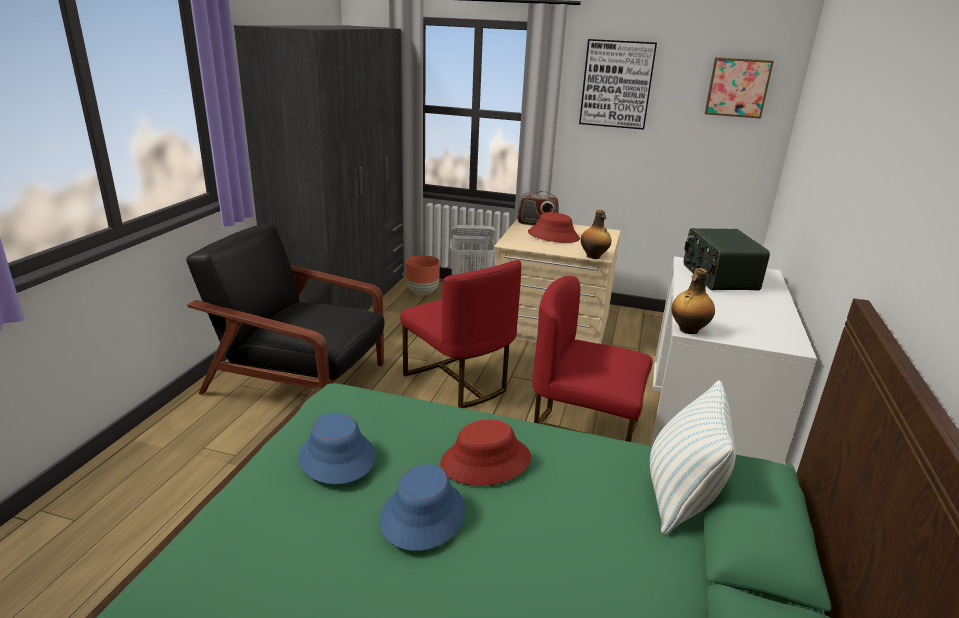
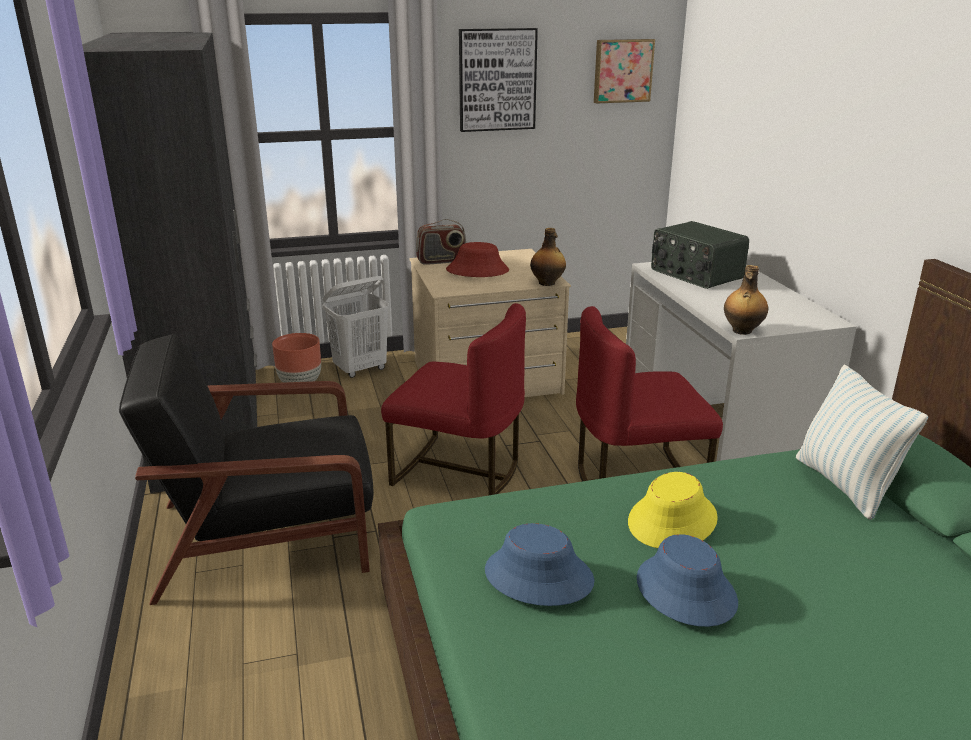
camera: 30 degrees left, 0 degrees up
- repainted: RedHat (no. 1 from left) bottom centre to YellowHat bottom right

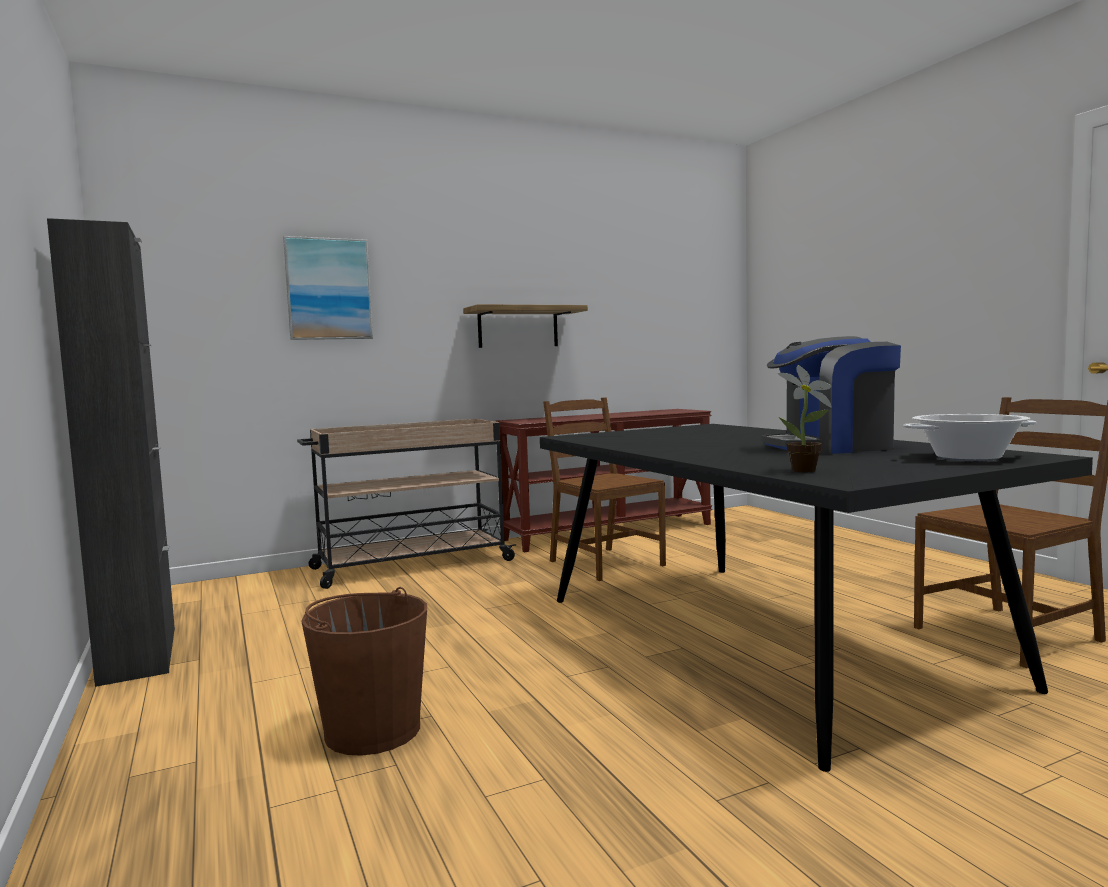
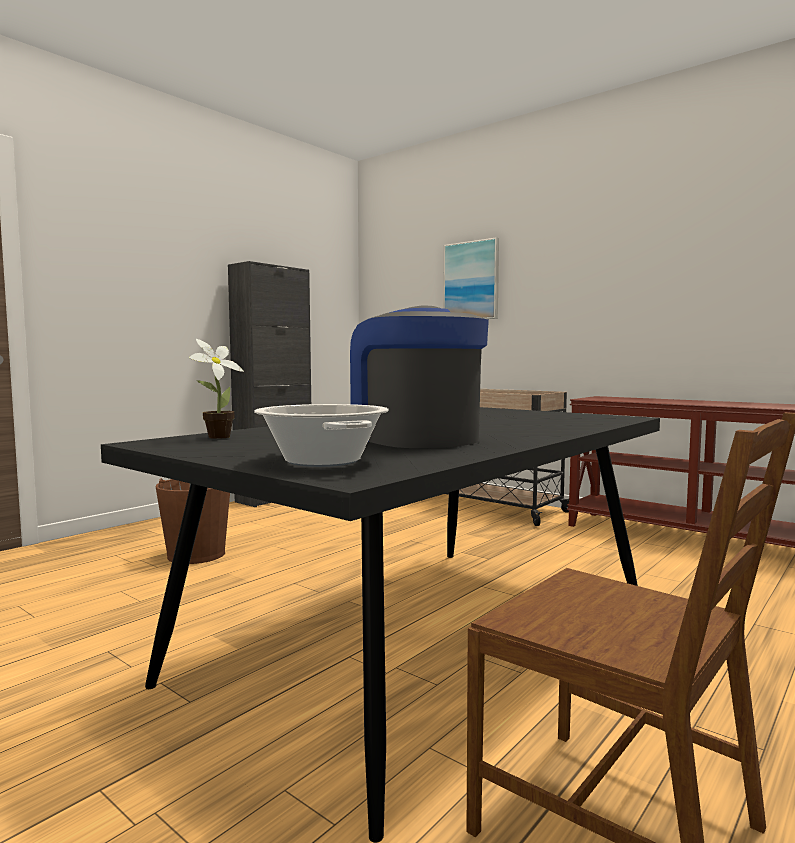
camera: 65 degrees right, 0 degrees up
- gone: Shelf centre
- gone: BrownChair (no. 1 from left) centre

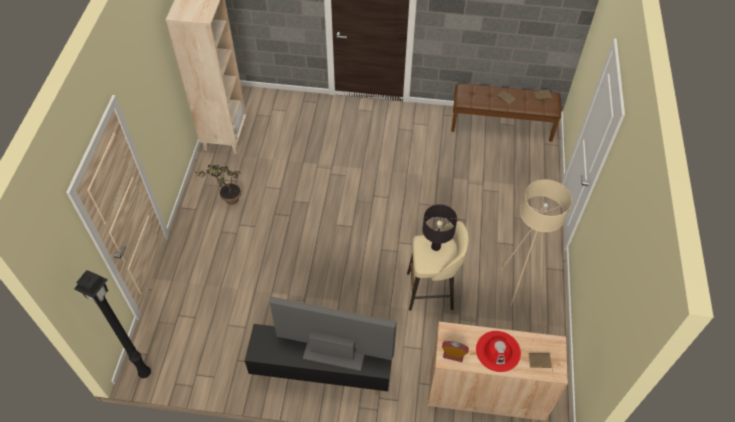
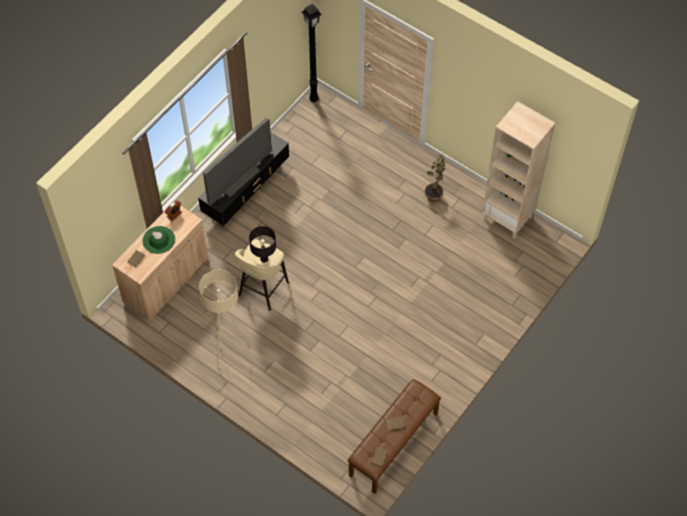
camera: 120 degrees right, 5 degrees up
- repainted: RedHat bottom right to GreenHat middle left

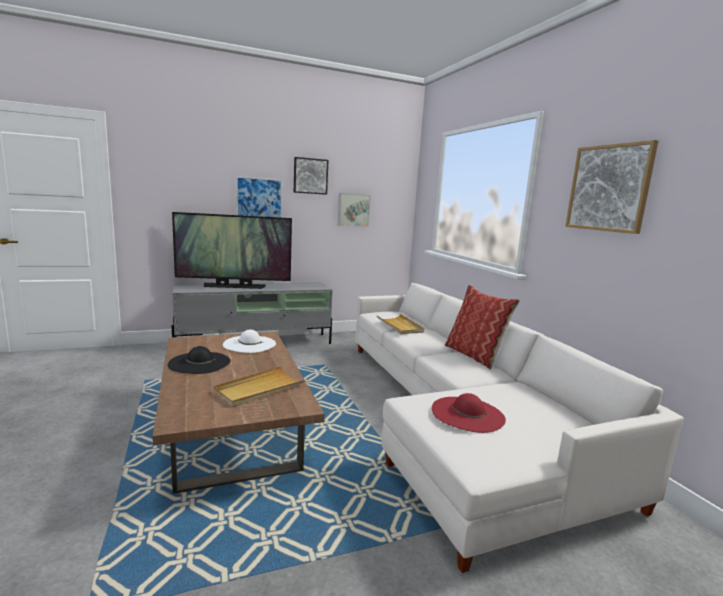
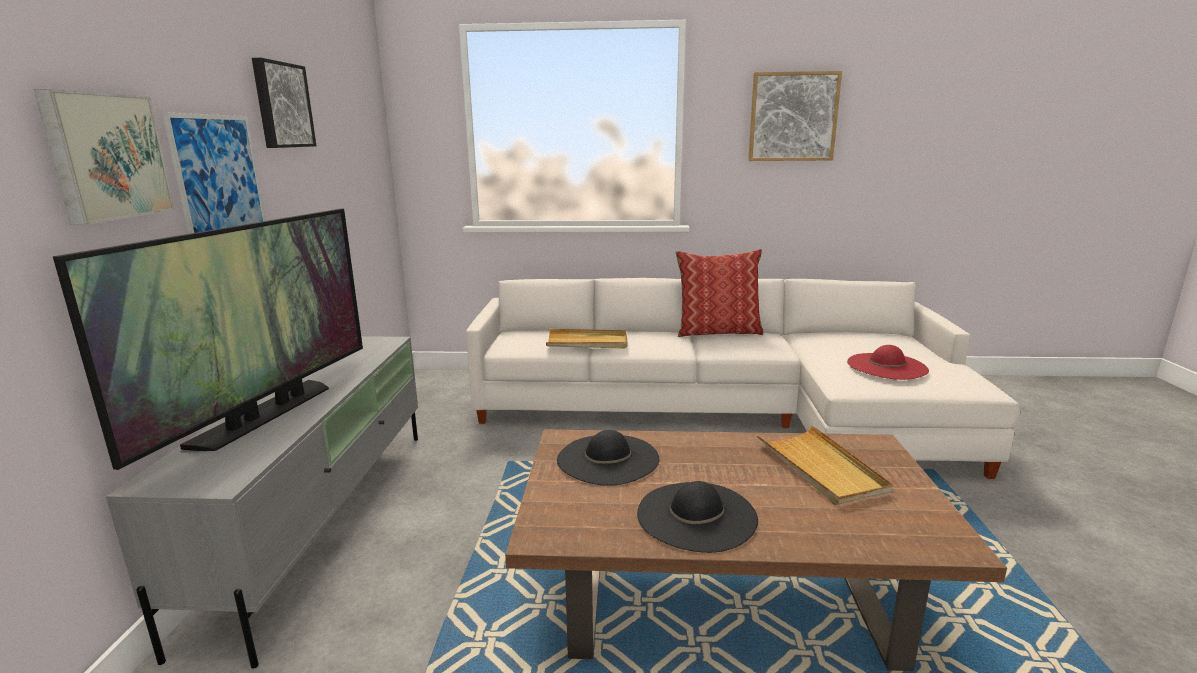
camera: 65 degrees left, 5 degrees up
- shifted: Picture (no. 3 from left in the first image) centre to Picture (no. 1 from left) top left
- repainted: WhiteHat centre to BlackHat (no. 1 from left) bottom centre

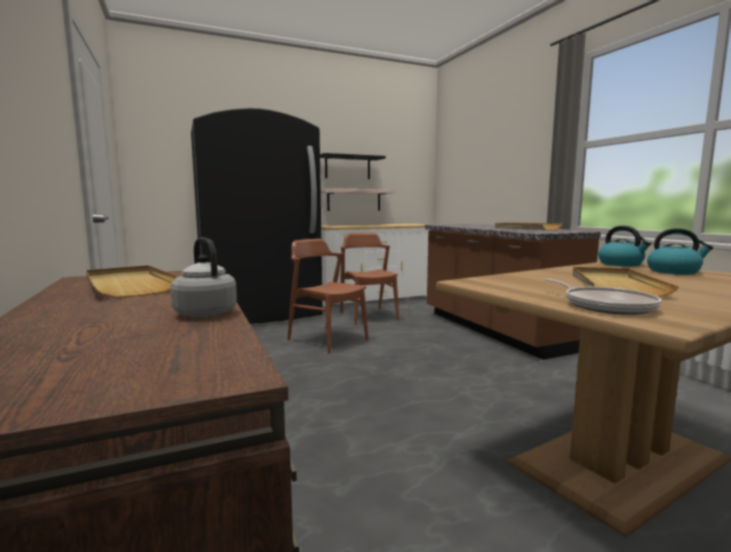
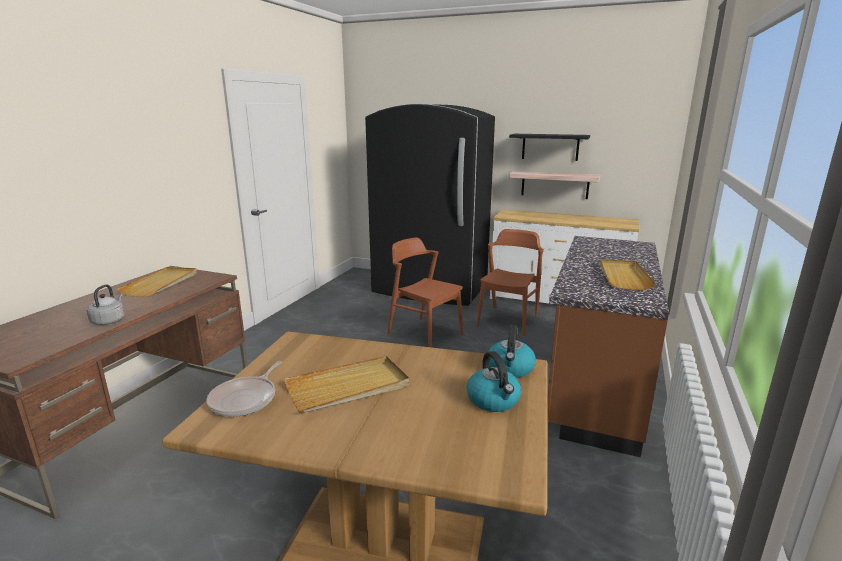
camera: 45 degrees right, 10 degrees up
- rotated: BrownChair (no. 1 from left) centre = centre 45 degrees counterclockwise

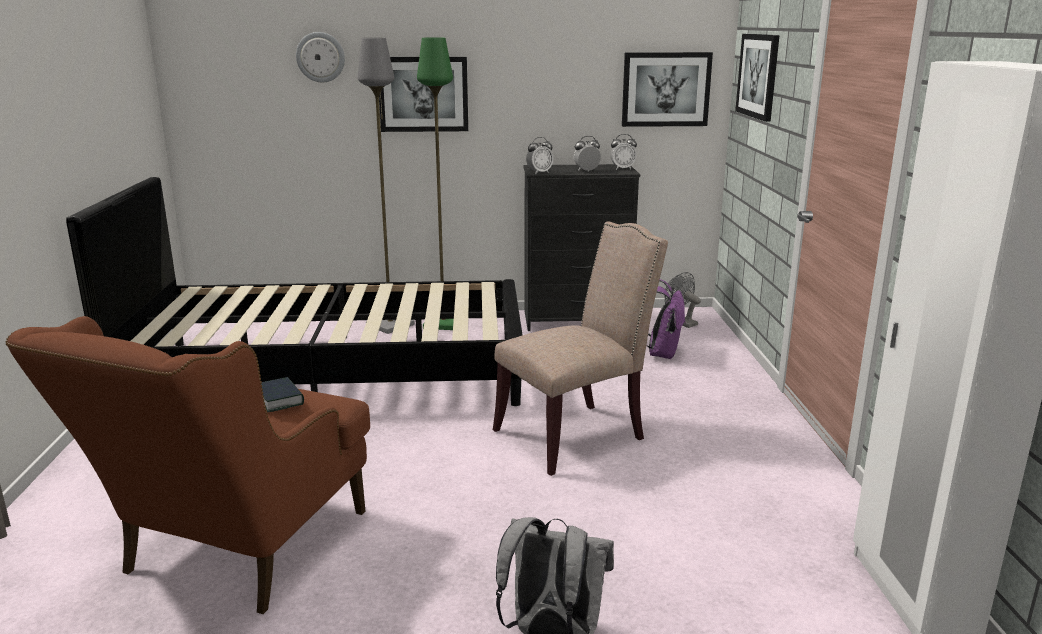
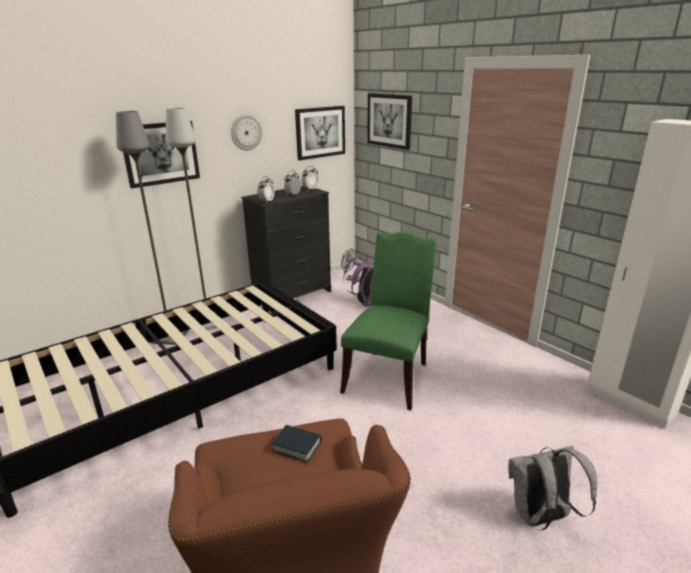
camera: 35 degrees left, 5 degrees up
- shifted: WallClock top left to top centre
- repainted: GreenFloorLamp top centre to GreyFloorLamp (no. 2 from left) middle left
- repainted: BeigeChair centre to GreenChair centre

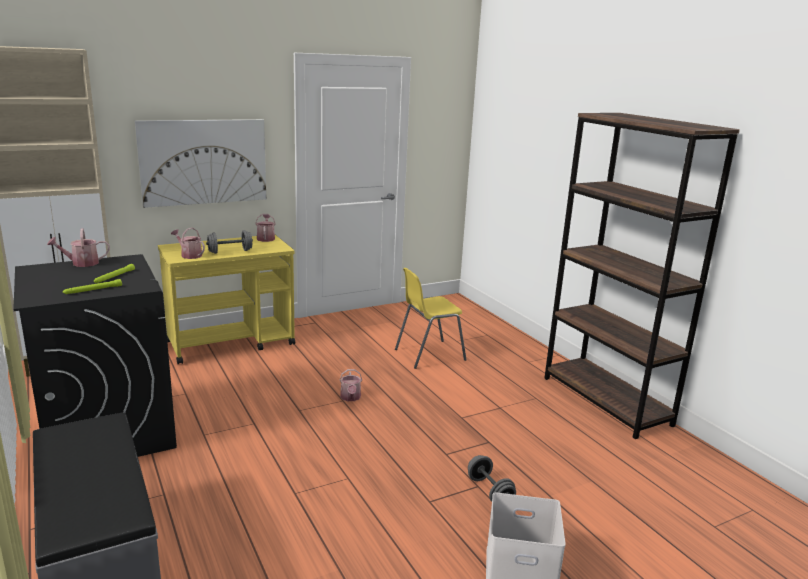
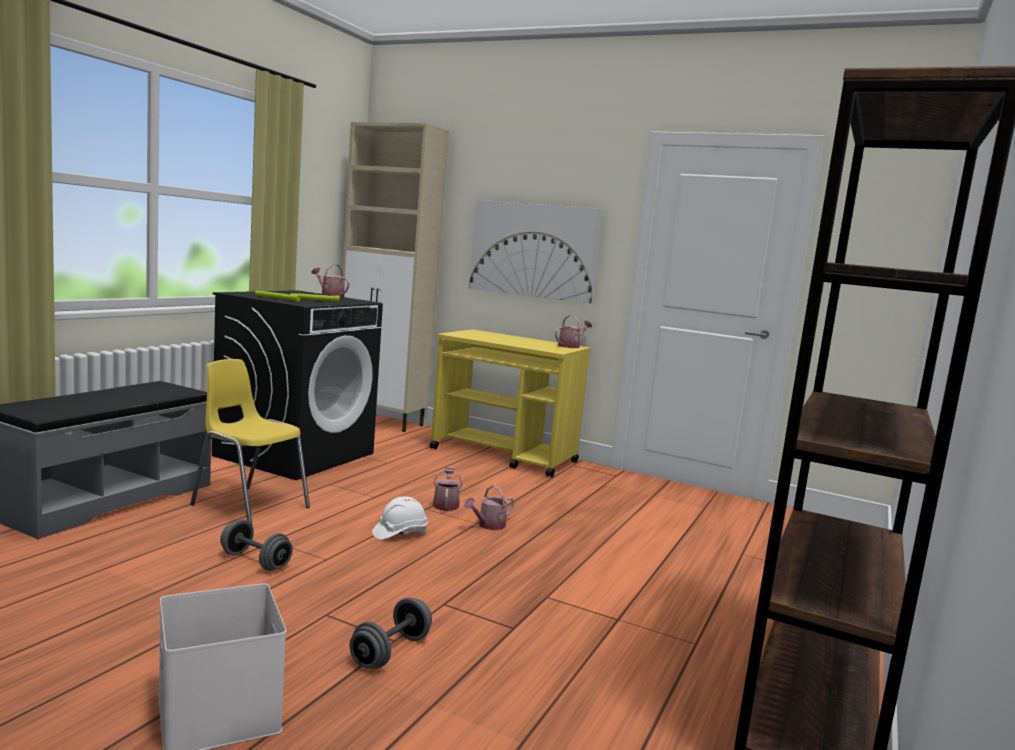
camera: 55 degrees right, 10 degrees down
- shifted: WateringCan (no. 2 from left) middle left to centre
- shifted: GreyDumbbell (no. 1 from left) middle left to bottom left
- shifted: YellowChair centre to middle left
- new: WhiteHardHat bottom centre

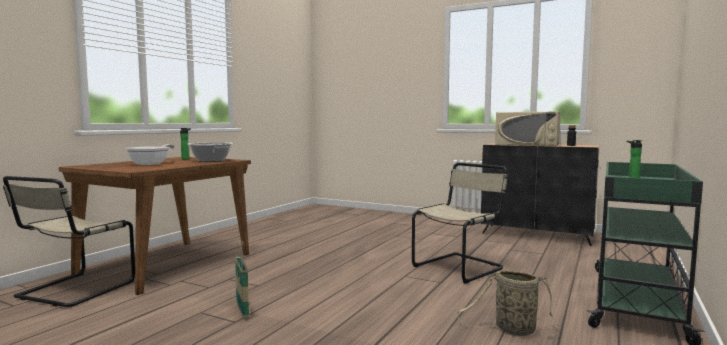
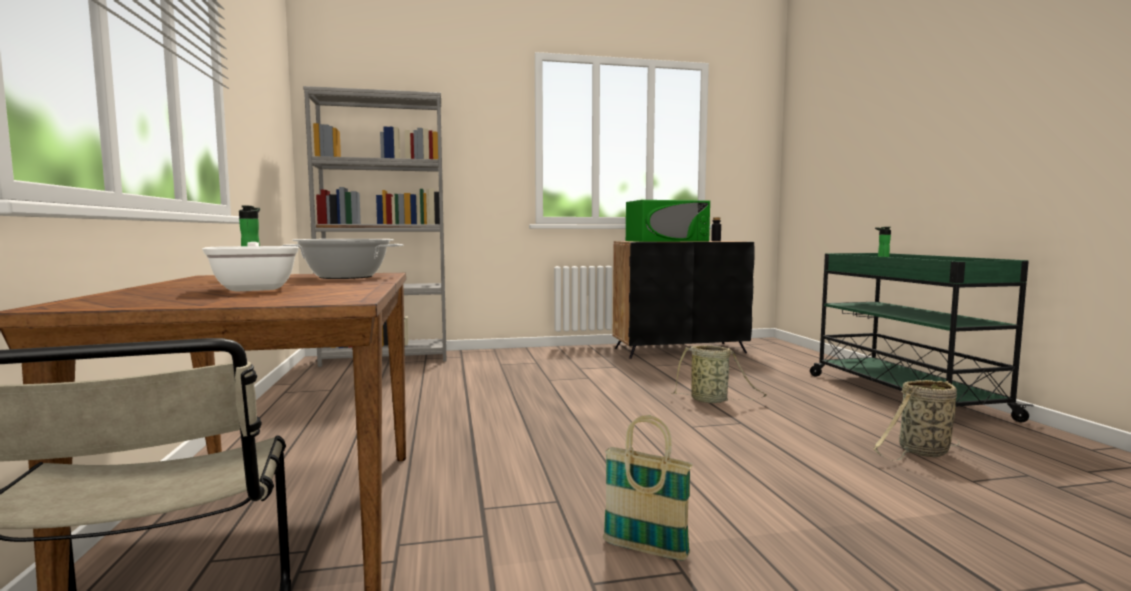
camera: 40 degrees left, 0 degrees up
- repainted: BeigeMicrowave middle right to GreenMicrowave centre
- swapped: BeigeChair (no. 2 from left) centre to Basket (no. 2 from left) centre
- new: GreyBookcase middle left

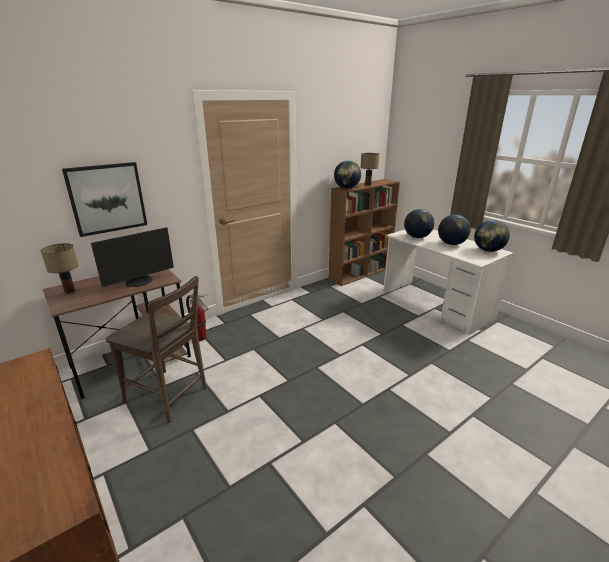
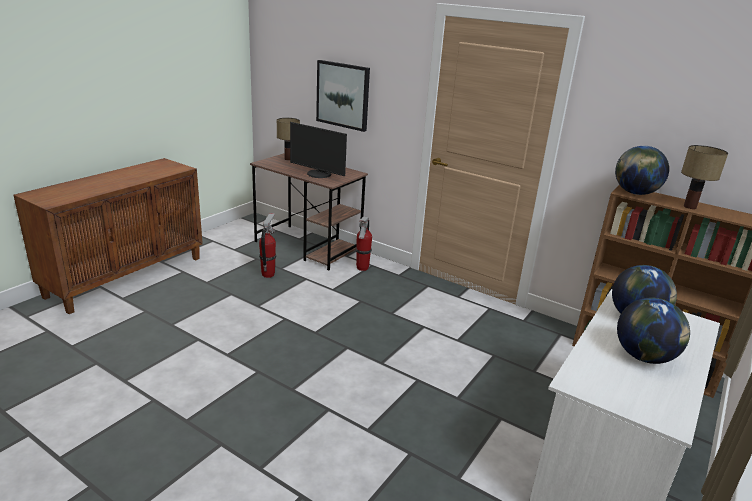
camera: 70 degrees right, 0 degrees up
- gone: Globe (no. 4 from left) middle right
- swapped: BrownChair middle left to FireExtinguisher (no. 1 from left) centre

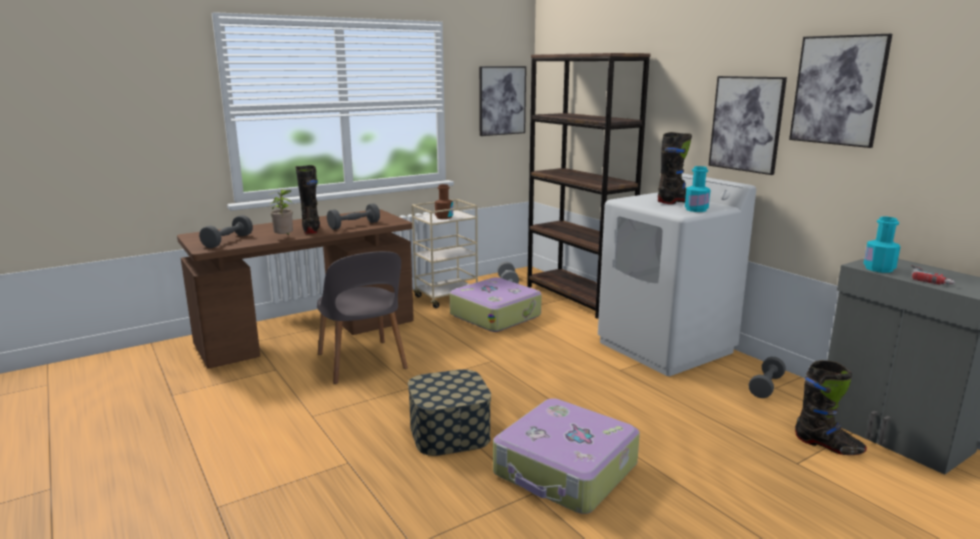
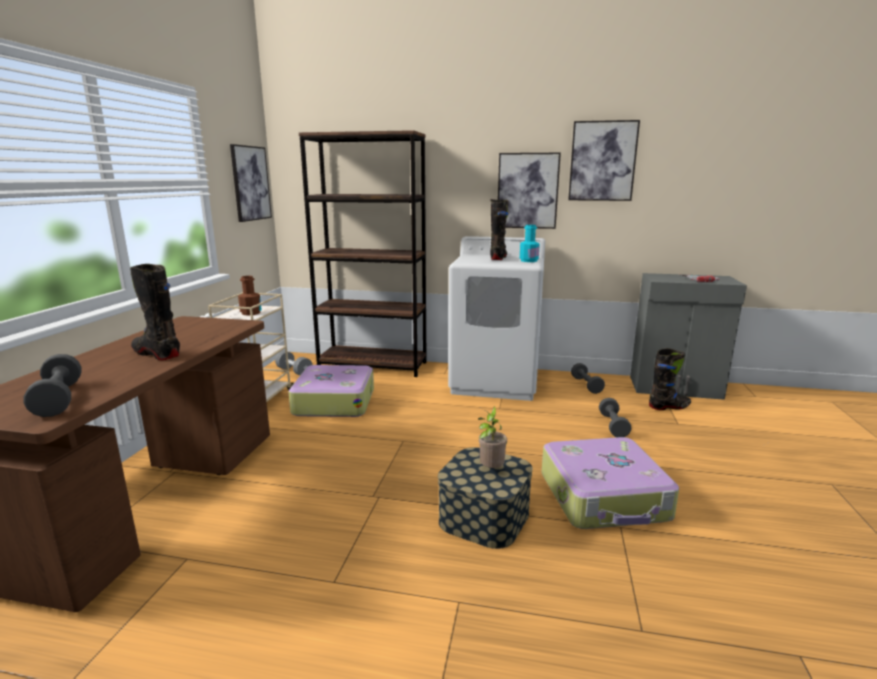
camera: 45 degrees left, 0 degrees up
- shifted: PottedPlant middle left to centre
- shifted: GreyDumbbell (no. 2 from left in the first image) centre to GreyDumbbell (no. 4 from left) middle right
- gone: TurquoiseBottle (no. 2 from left) middle right
- gone: GreyChair centre

